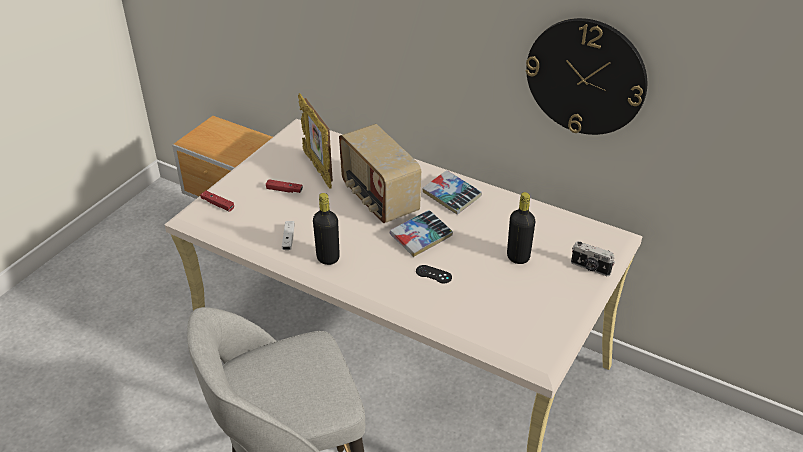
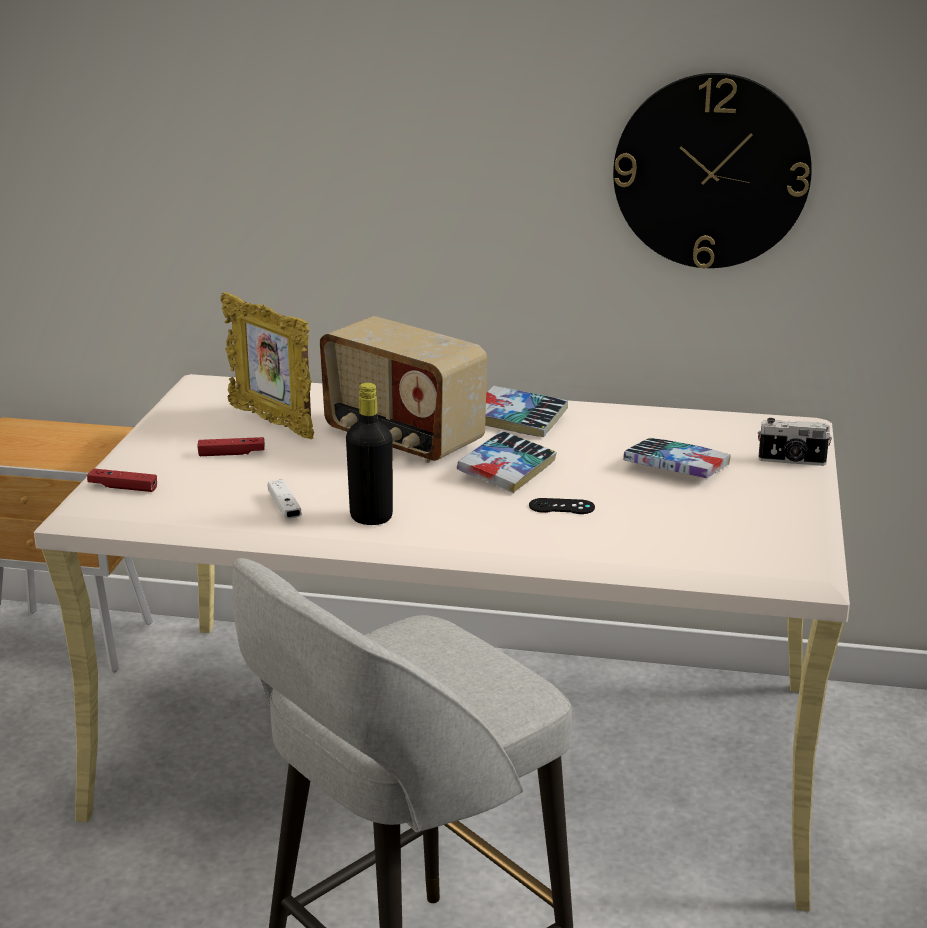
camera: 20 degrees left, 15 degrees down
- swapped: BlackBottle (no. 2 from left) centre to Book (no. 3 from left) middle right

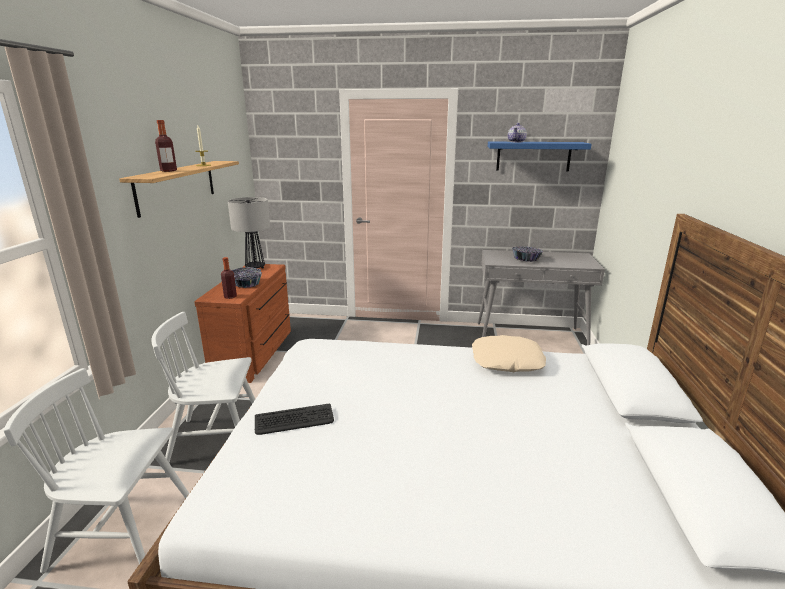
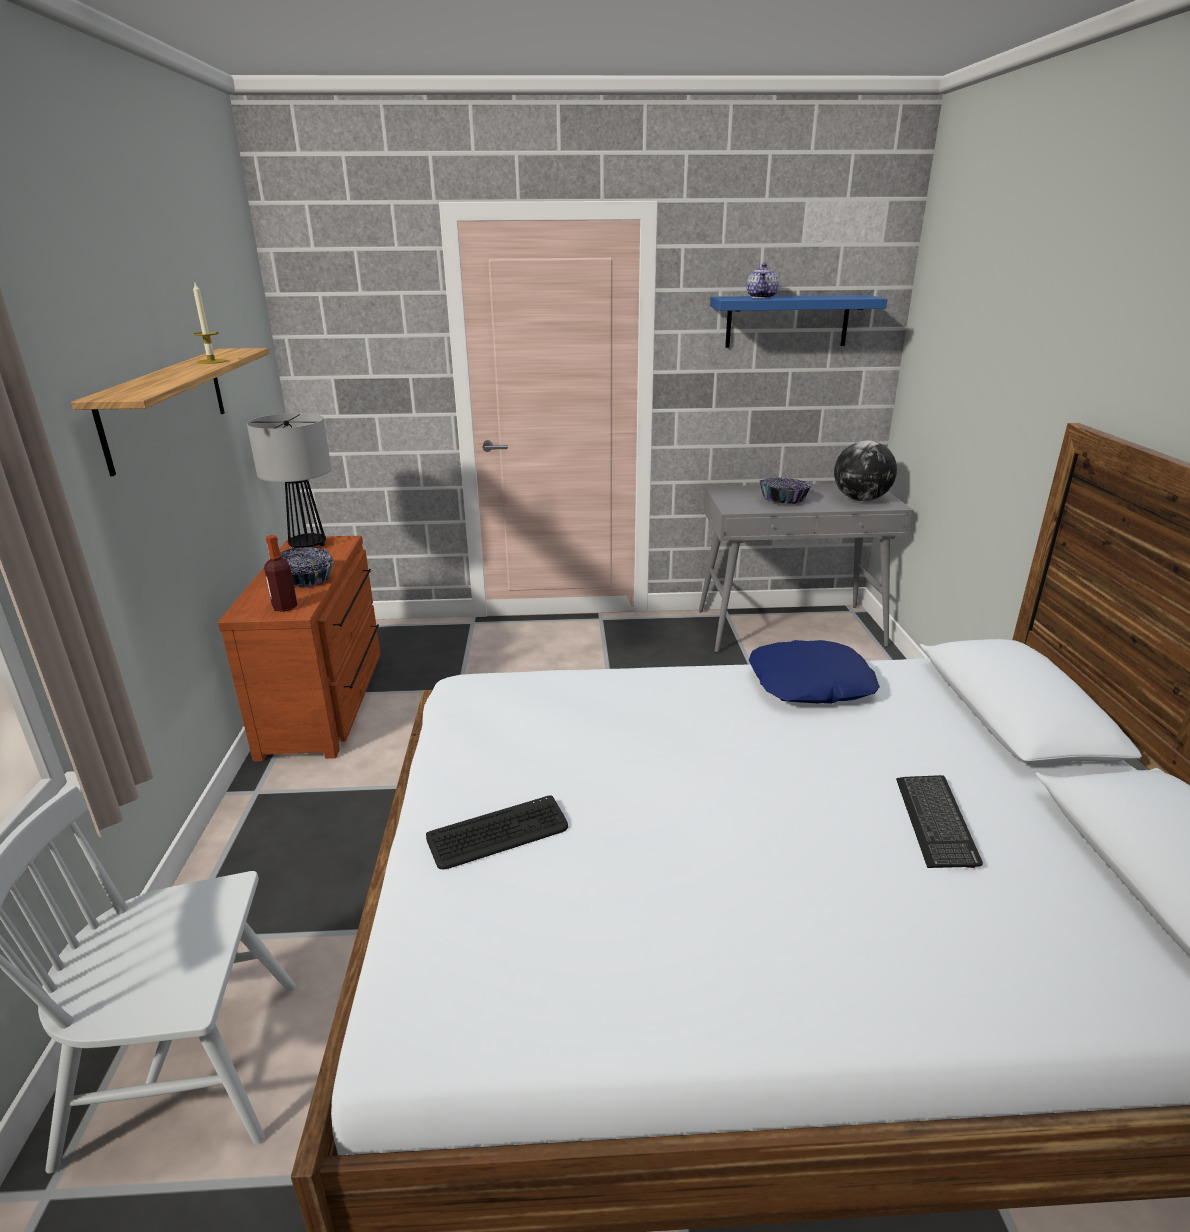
camera: 10 degrees left, 5 degrees up
- gone: Bottle (no. 1 from left) top left
- gone: WhiteChair (no. 2 from left) middle left
- repainted: BeigePillow centre to BluePillow middle right
- new: Globe middle right
- new: Keyboard (no. 2 from left) middle right

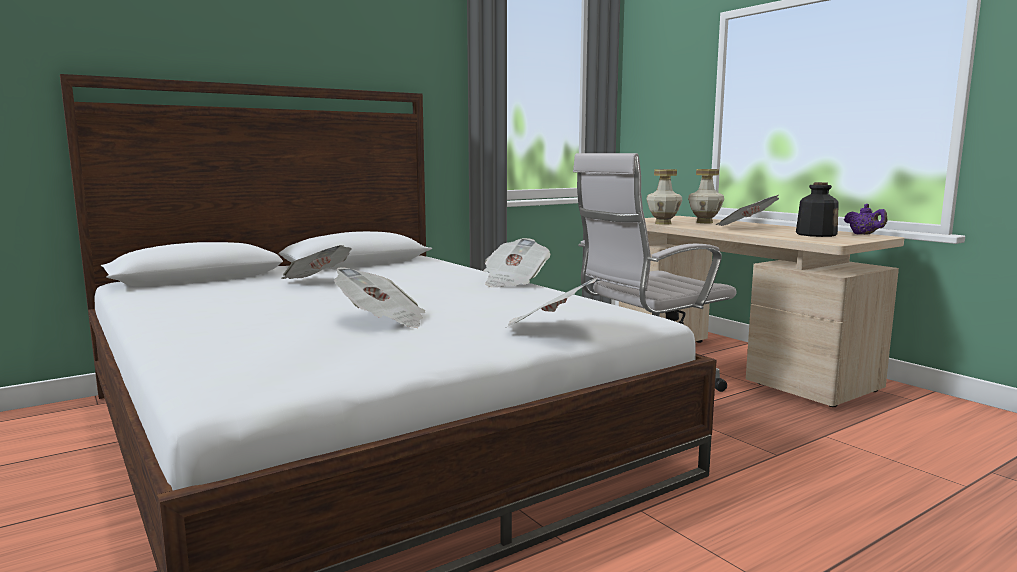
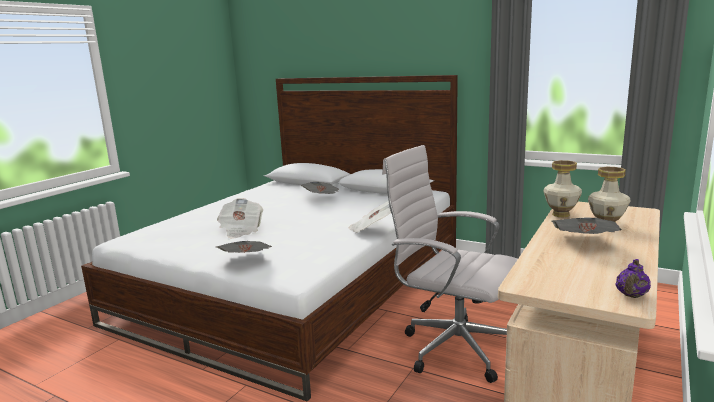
camera: 65 degrees right, 5 degrees up
- gone: Bottle middle right

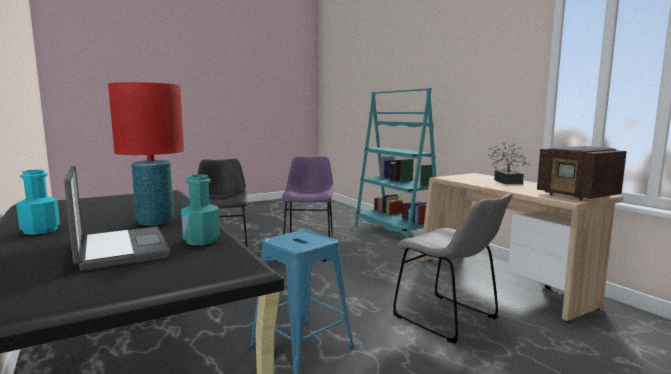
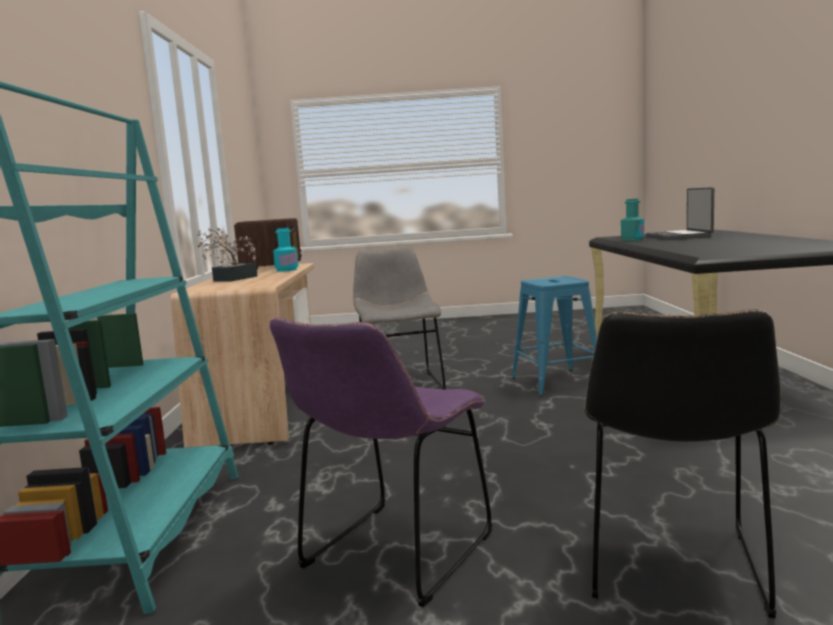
camera: 150 degrees left, 0 degrees up
- gone: RedTableLamp middle left
- shifted: TurquoiseBottle (no. 1 from left) middle left to centre

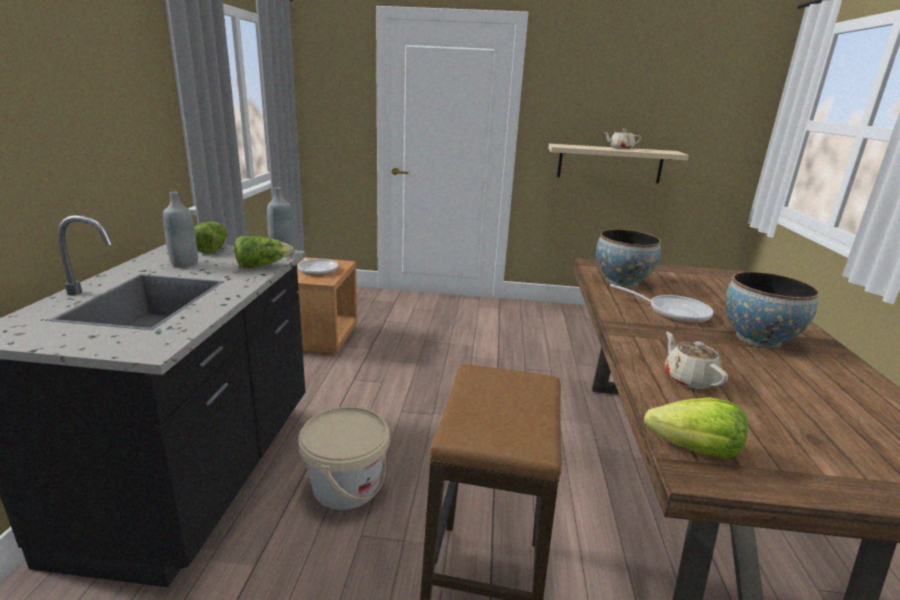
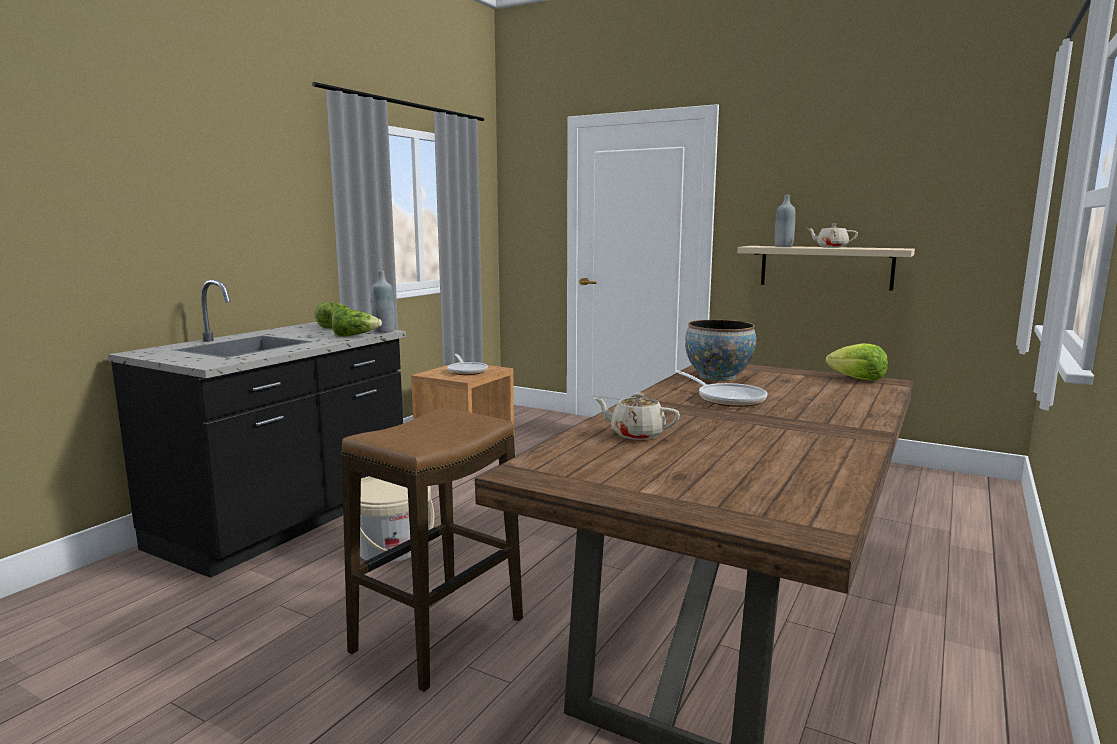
camera: 25 degrees right, 10 degrees down
- shifted: GreyBottle (no. 1 from left in the first image) middle left to GreyBottle (no. 2 from left) top right
- gone: Bowl (no. 2 from left) middle right
- rotated: BeigeTeapot (no. 2 from left in the first image) middle right = centre 75 degrees counterclockwise
- shifted: Lettuce (no. 3 from left) bottom right to middle right

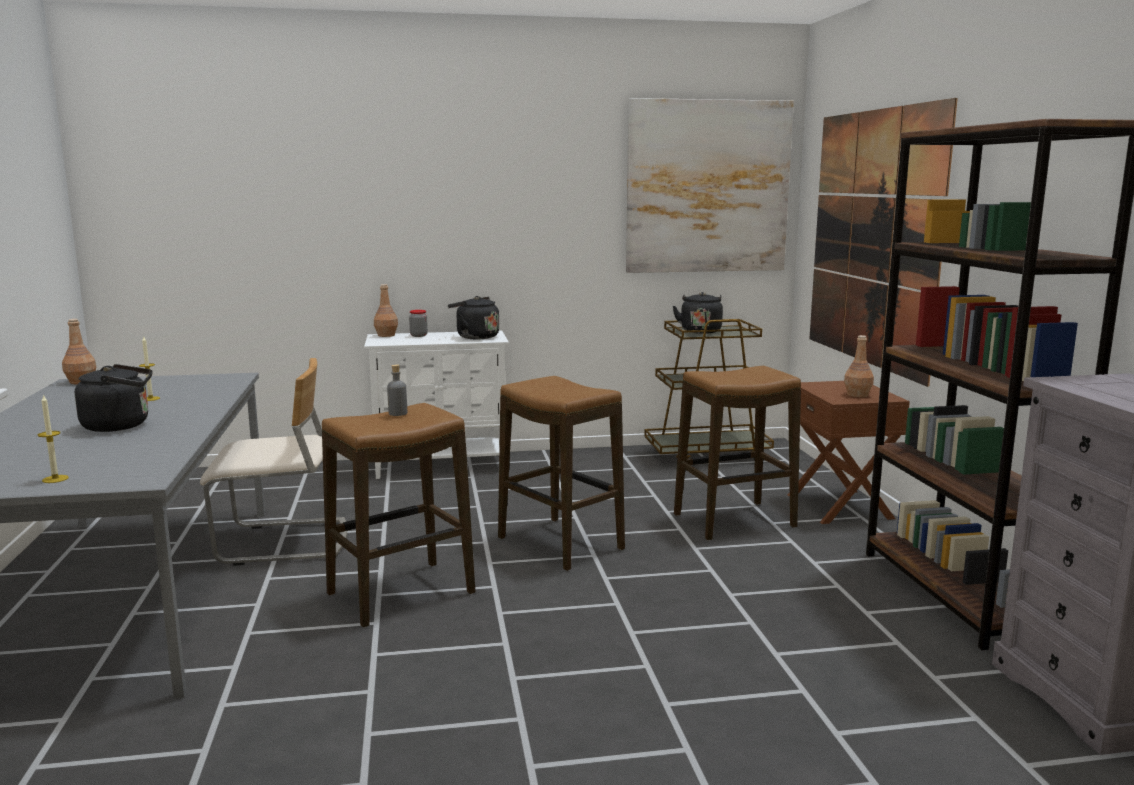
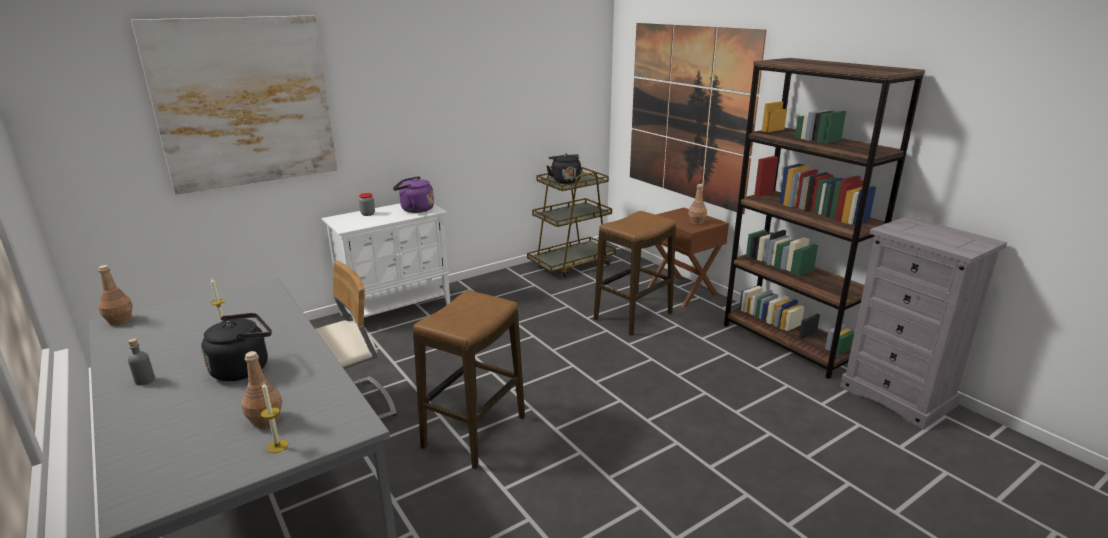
camera: 25 degrees left, 10 degrees up
- shifted: Picture (no. 1 from left) top centre to top left
- shifted: BrownBottle (no. 2 from left) centre to bottom left
- repainted: BlackKettle (no. 2 from left) centre to PurpleKettle centre
- shifted: GreyBottle centre to bottom left
- gone: Stool (no. 2 from left) centre

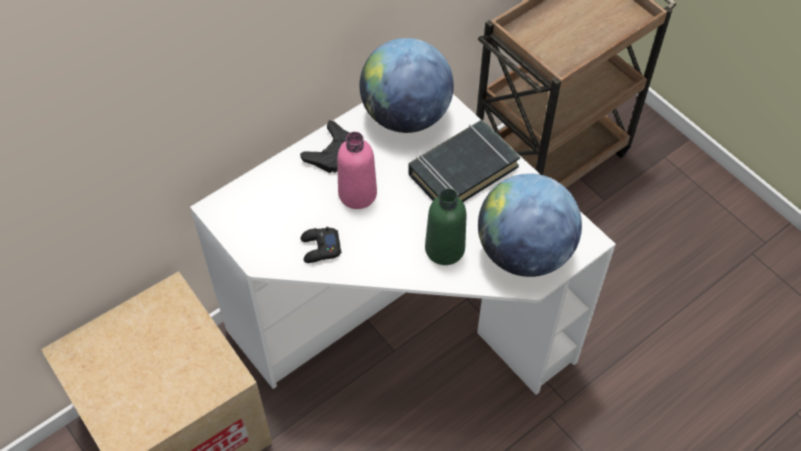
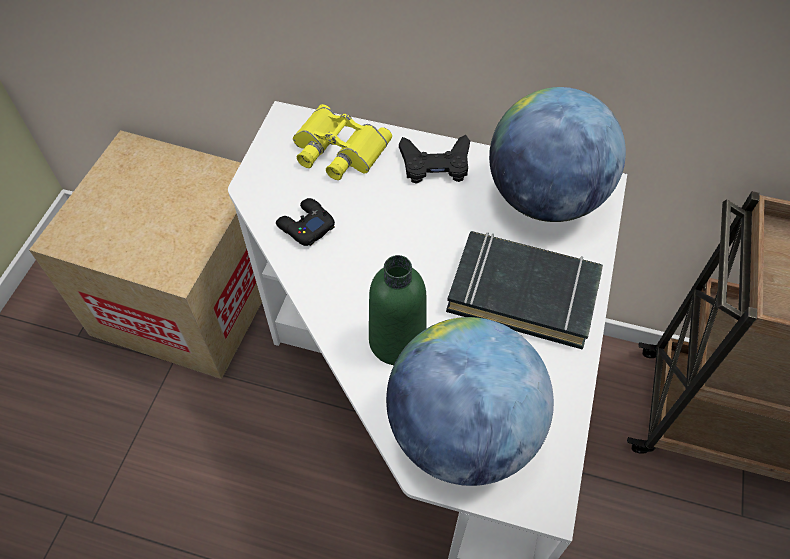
camera: 55 degrees right, 0 degrees up
- gone: PinkBottle centre
- new: YellowBinoculars top centre

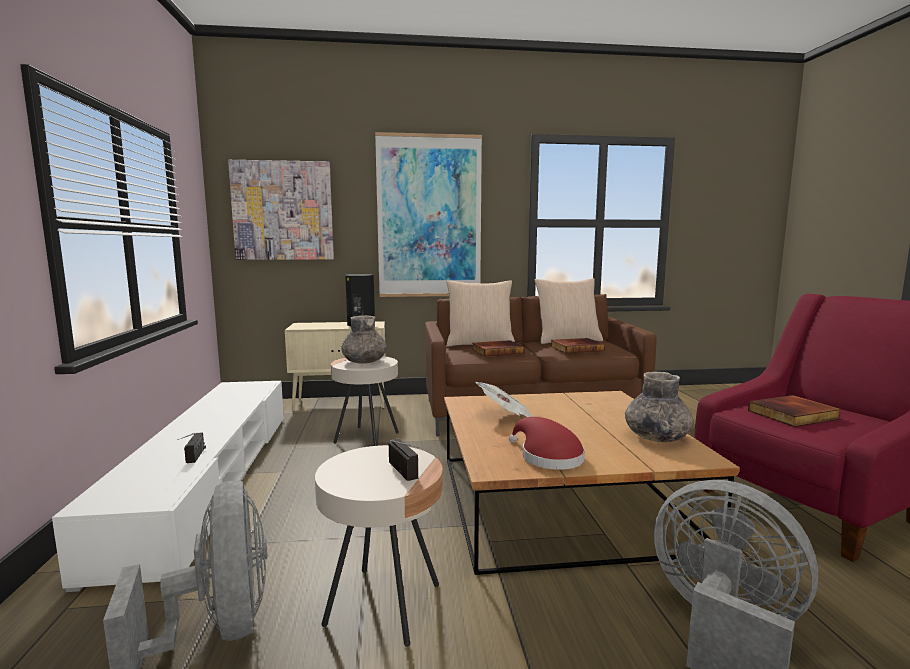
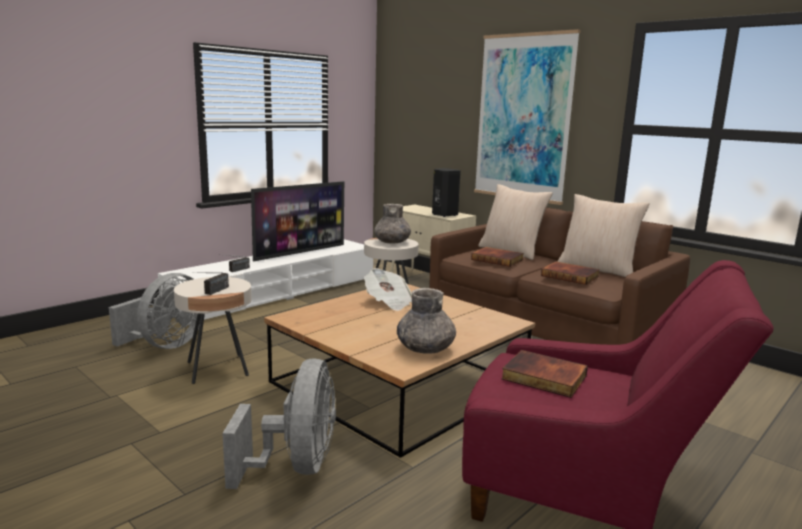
camera: 50 degrees right, 5 degrees up
- gone: Picture (no. 1 from left) top left
- gone: RedHat centre
- new: Television centre

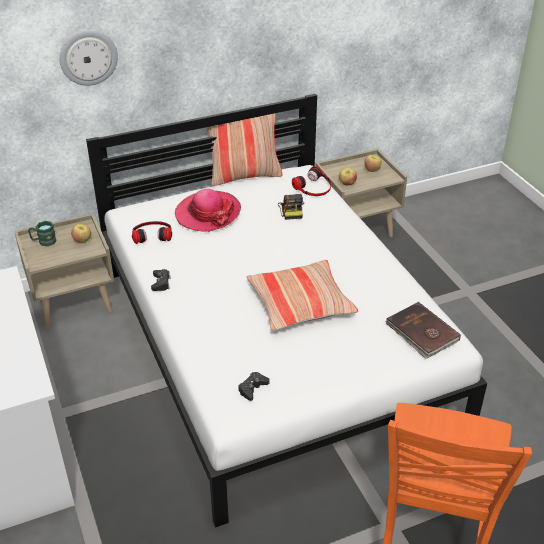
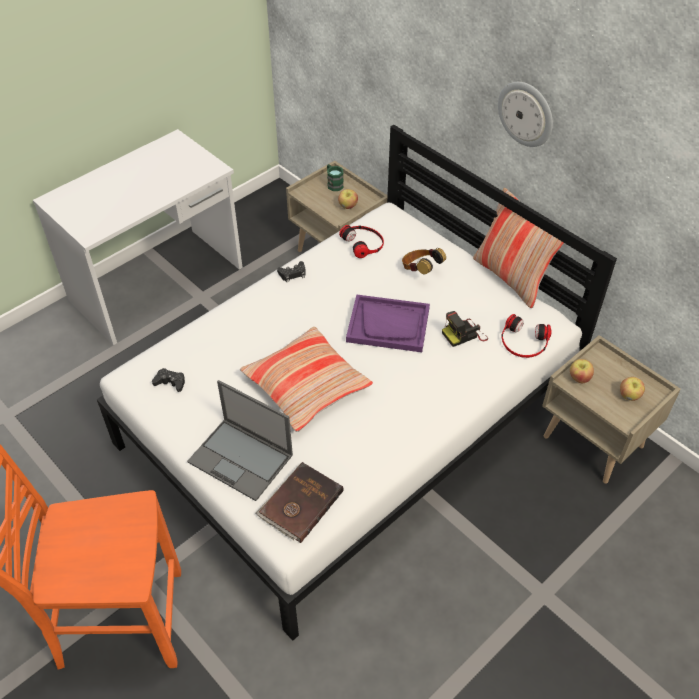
camera: 70 degrees right, 10 degrees up
- shifted: WallClock top left to top right
- swapped: Hat centre to Headphones (no. 2 from left) centre
- new: PurpleTray centre
- new: Laptop centre

